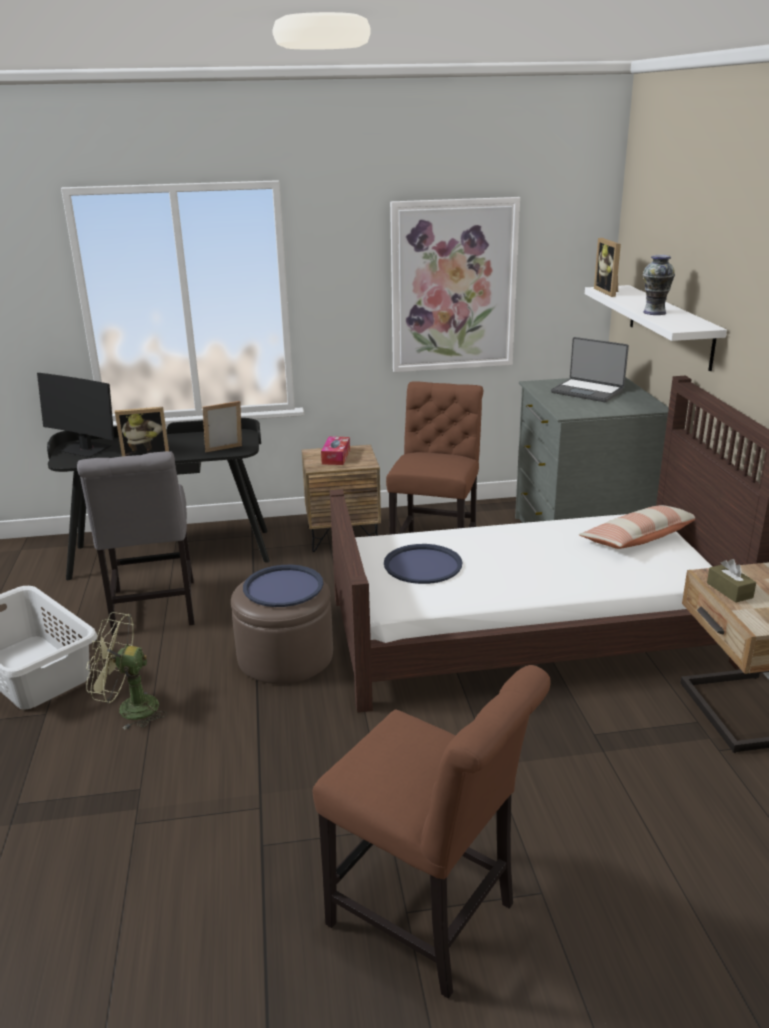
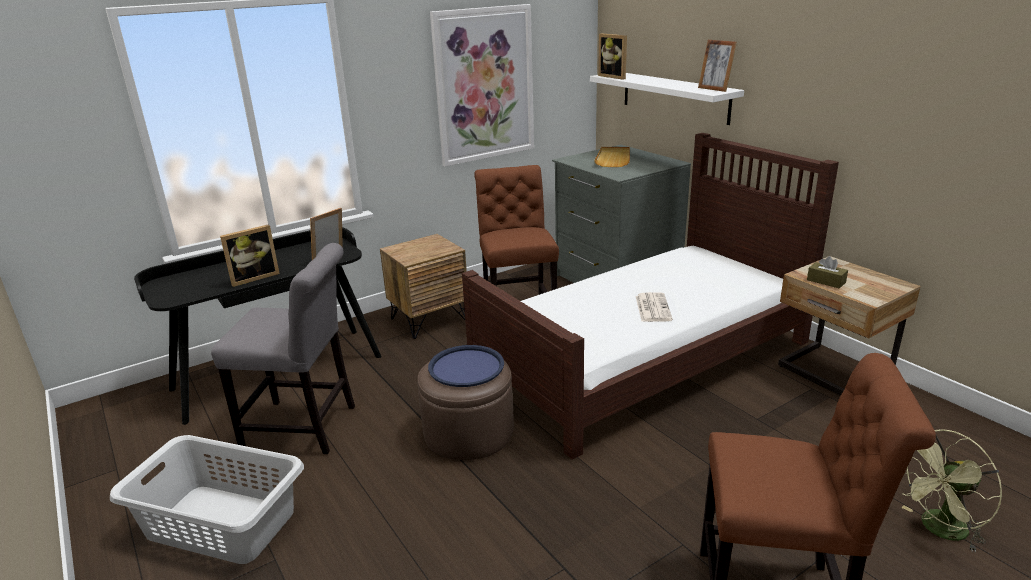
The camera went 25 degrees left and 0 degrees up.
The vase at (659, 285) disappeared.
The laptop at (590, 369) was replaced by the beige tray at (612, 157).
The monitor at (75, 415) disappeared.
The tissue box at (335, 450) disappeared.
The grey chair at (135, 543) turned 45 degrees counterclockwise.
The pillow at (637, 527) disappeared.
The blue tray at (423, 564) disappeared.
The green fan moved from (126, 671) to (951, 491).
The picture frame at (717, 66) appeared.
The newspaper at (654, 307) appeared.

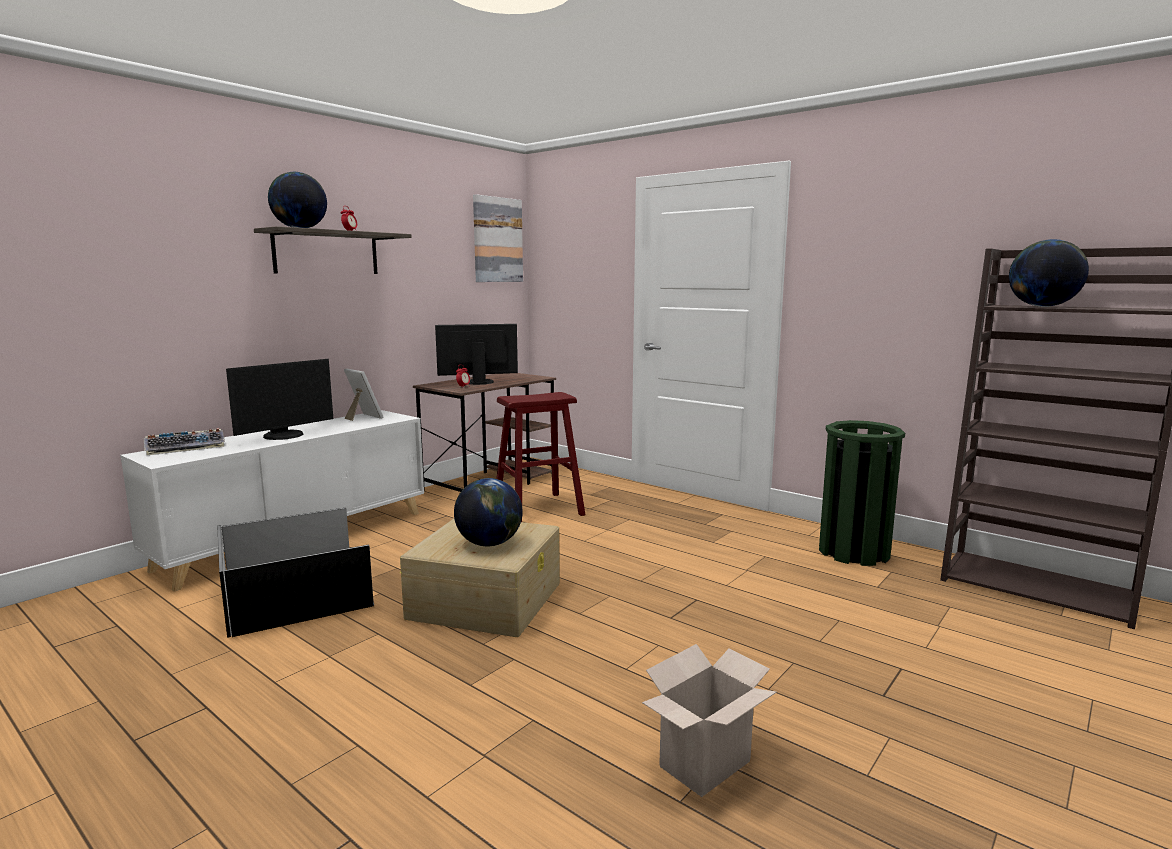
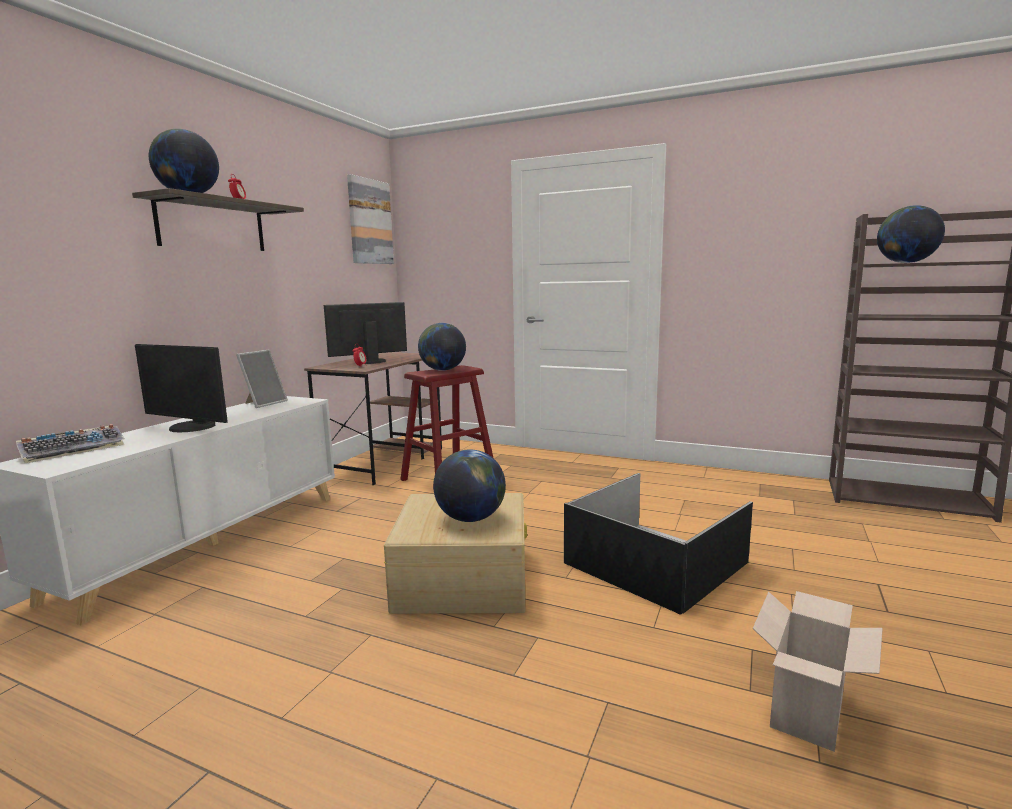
The camera went 15 degrees left and 0 degrees up.
The monitor at (279, 399) turned 90 degrees clockwise.
The picture frame at (363, 394) turned 90 degrees clockwise.
The green trash can at (862, 493) disappeared.
The black storage box moved from (296, 572) to (658, 544).
The globe at (442, 347) appeared.

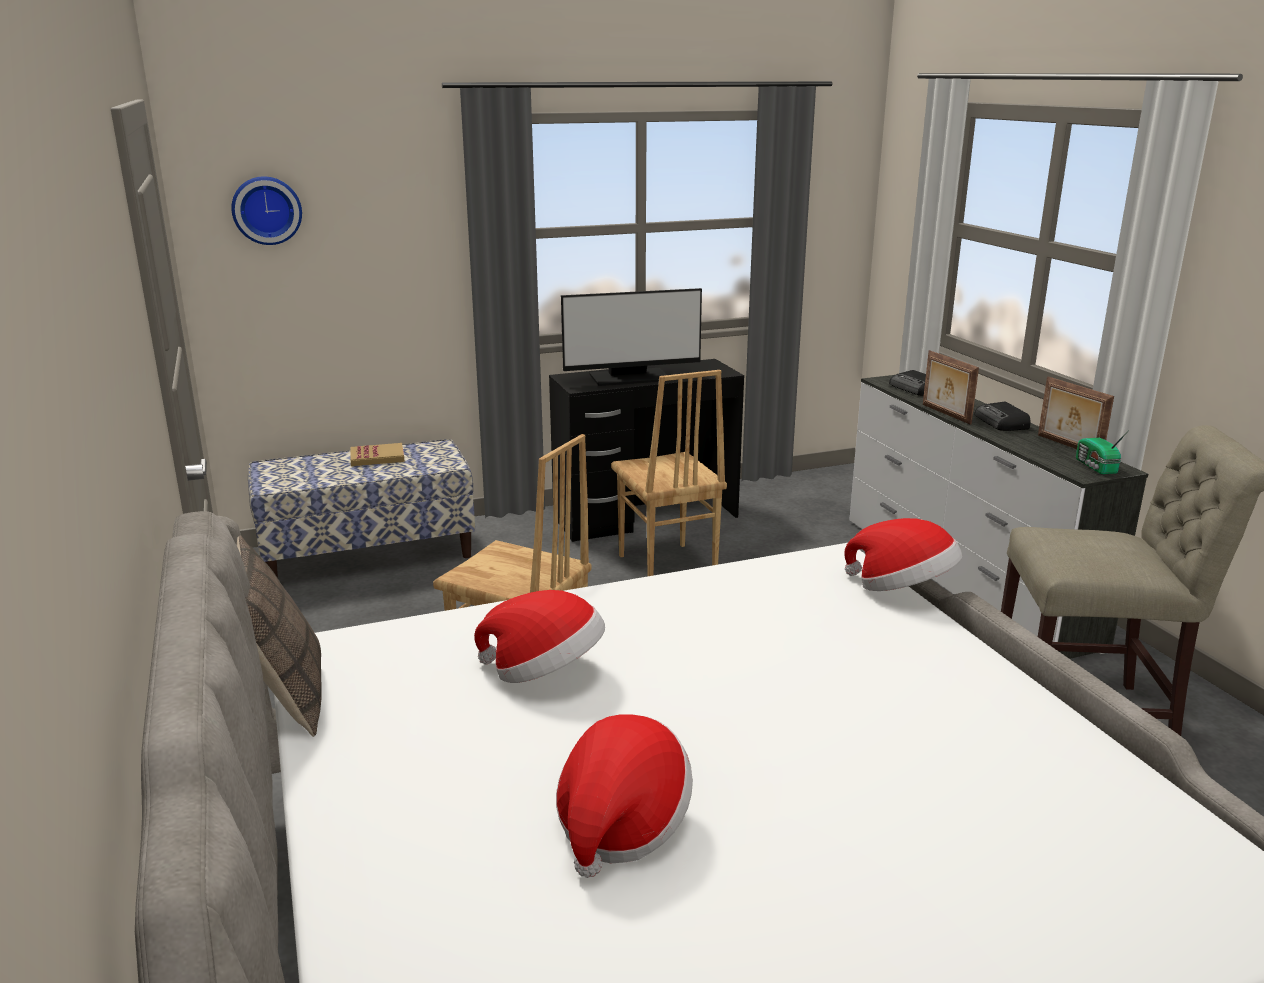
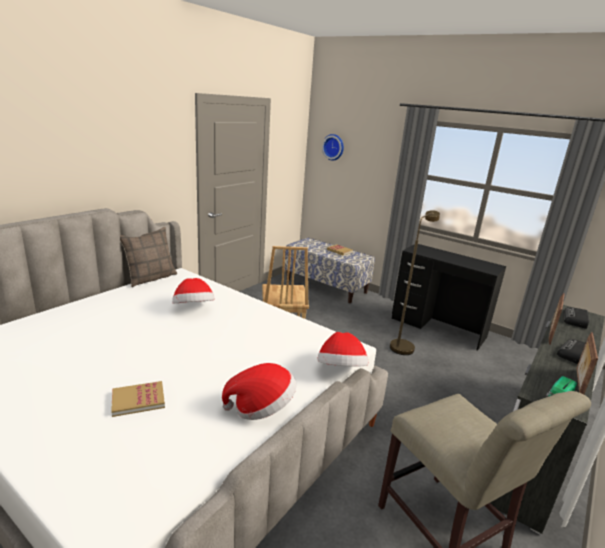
The camera went 55 degrees right and 0 degrees up.
The monitor at (631, 337) disappeared.
The brown chair at (669, 473) was replaced by the brown floor lamp at (415, 282).
The hat moved from (624, 796) to (259, 391).
The book at (138, 399) appeared.

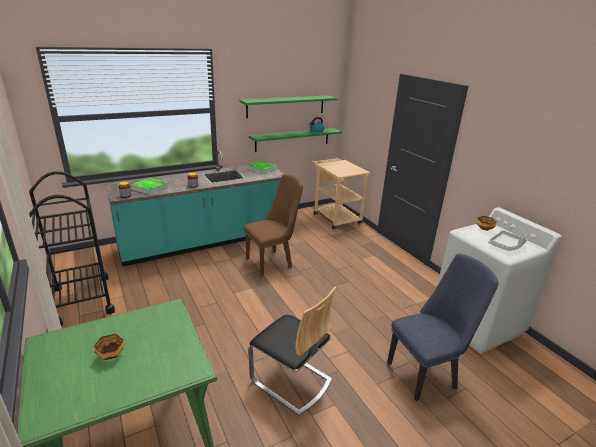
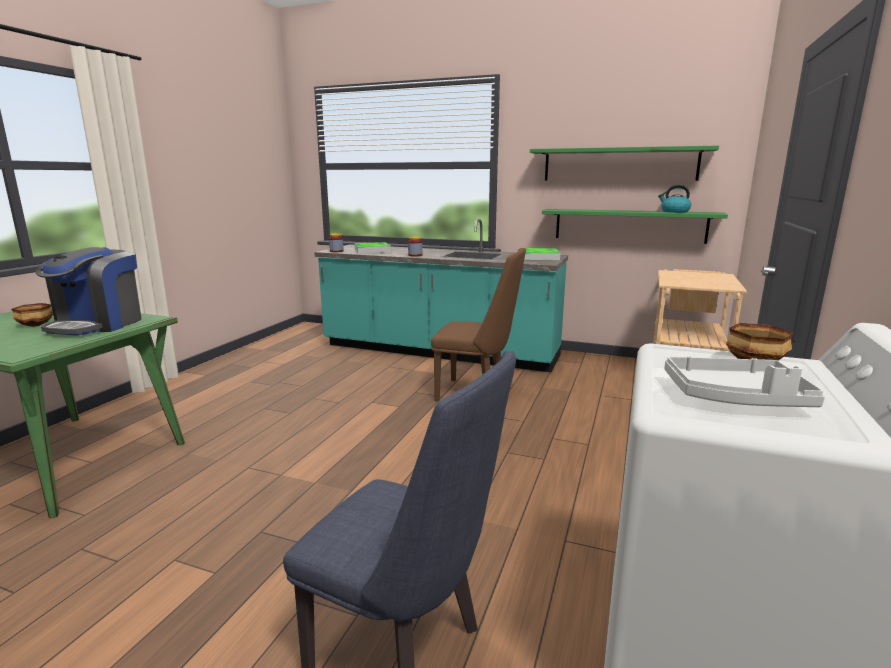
The camera went 50 degrees right and 10 degrees down.
The black cart at (72, 248) disappeared.
The chair at (292, 351) disappeared.
The coffee machine at (88, 291) appeared.

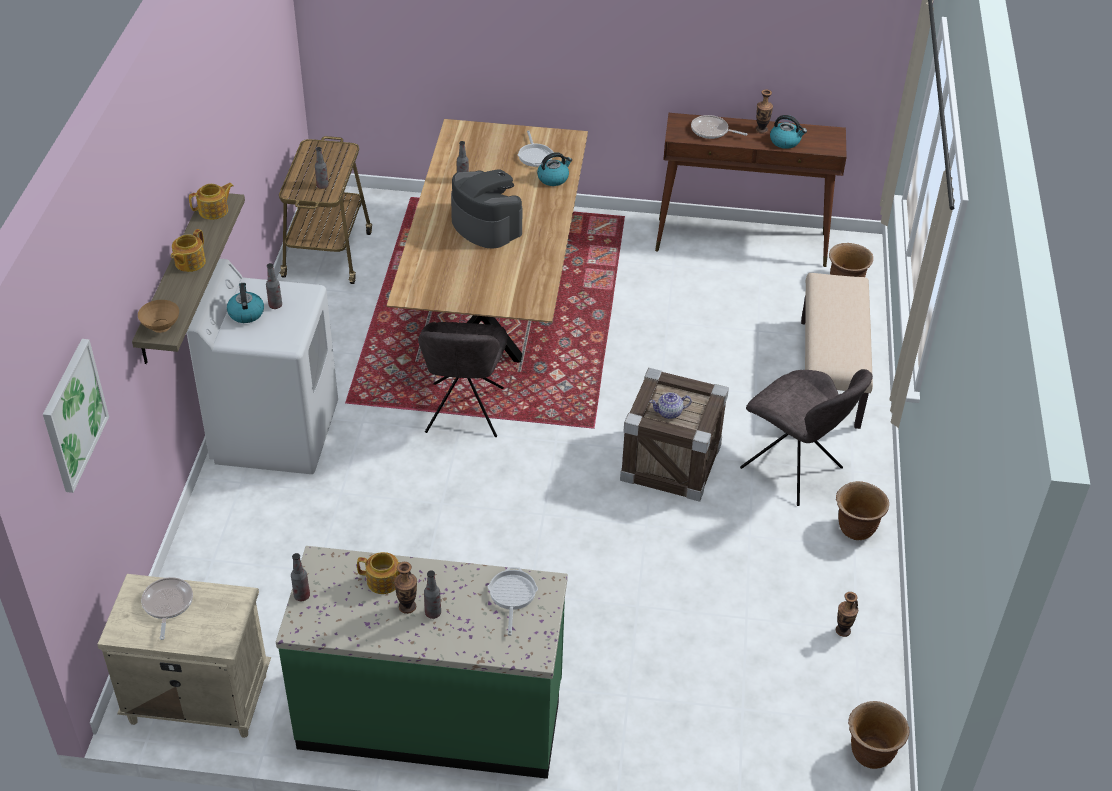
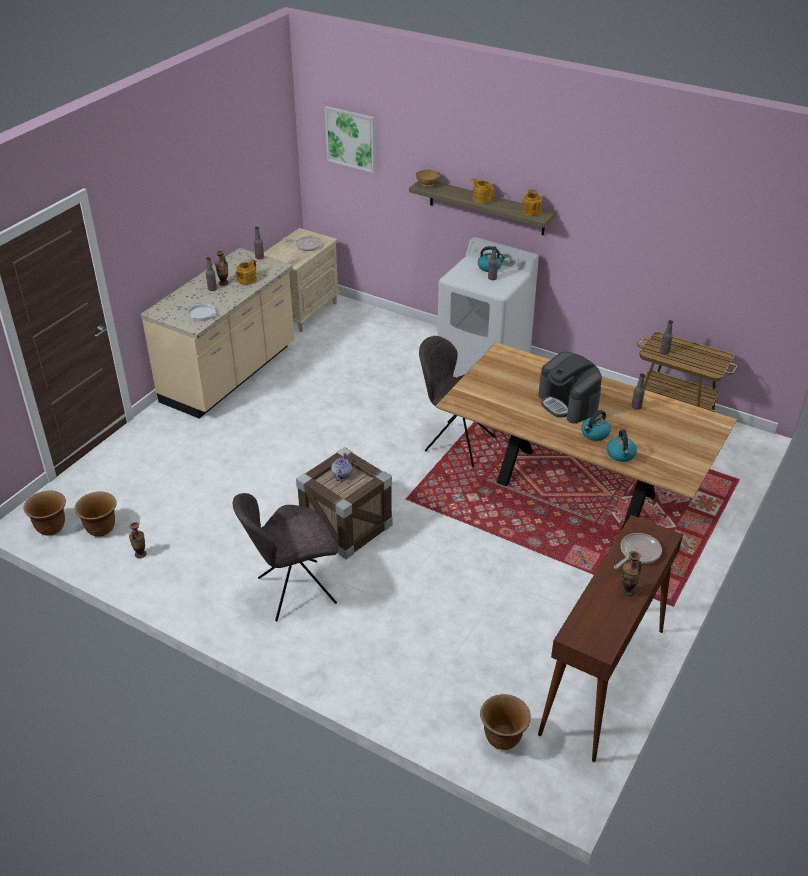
The camera went 115 degrees right and 5 degrees down.
The kettle moved from (788, 132) to (596, 425).
The frying pan at (535, 148) disappeared.
The coffee machine at (486, 208) turned 75 degrees clockwise.
The beige bench at (837, 351) disappeared.
The brown planter moved from (862, 510) to (96, 514).
The green counter at (422, 662) became the beige counter at (218, 333).

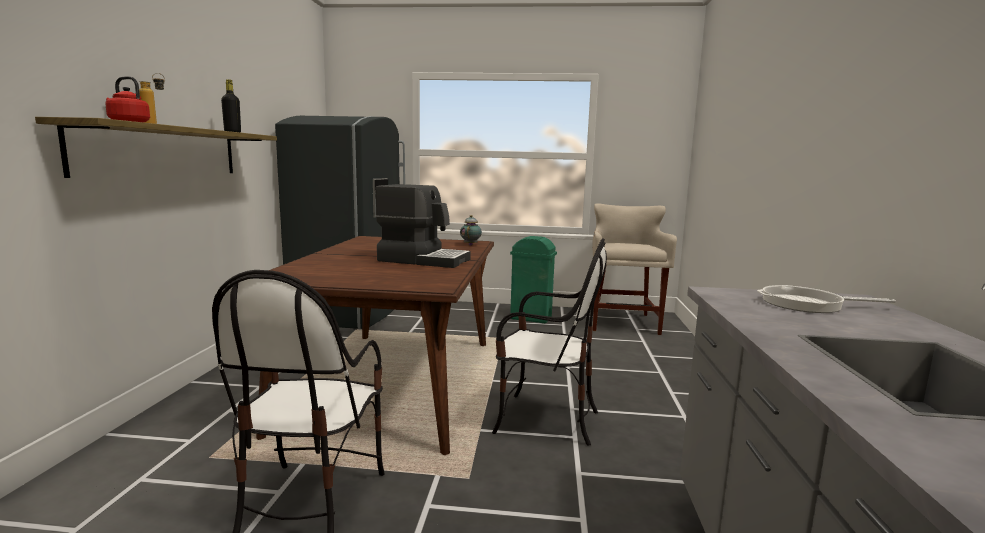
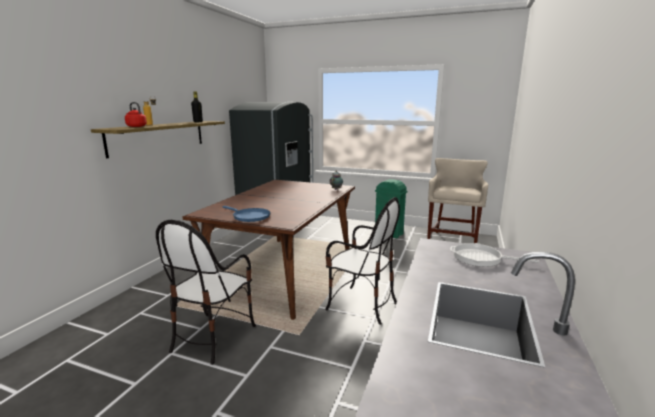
The camera went 15 degrees right and 5 degrees up.
The coffee machine at (423, 226) disappeared.
The blue frying pan at (246, 214) appeared.

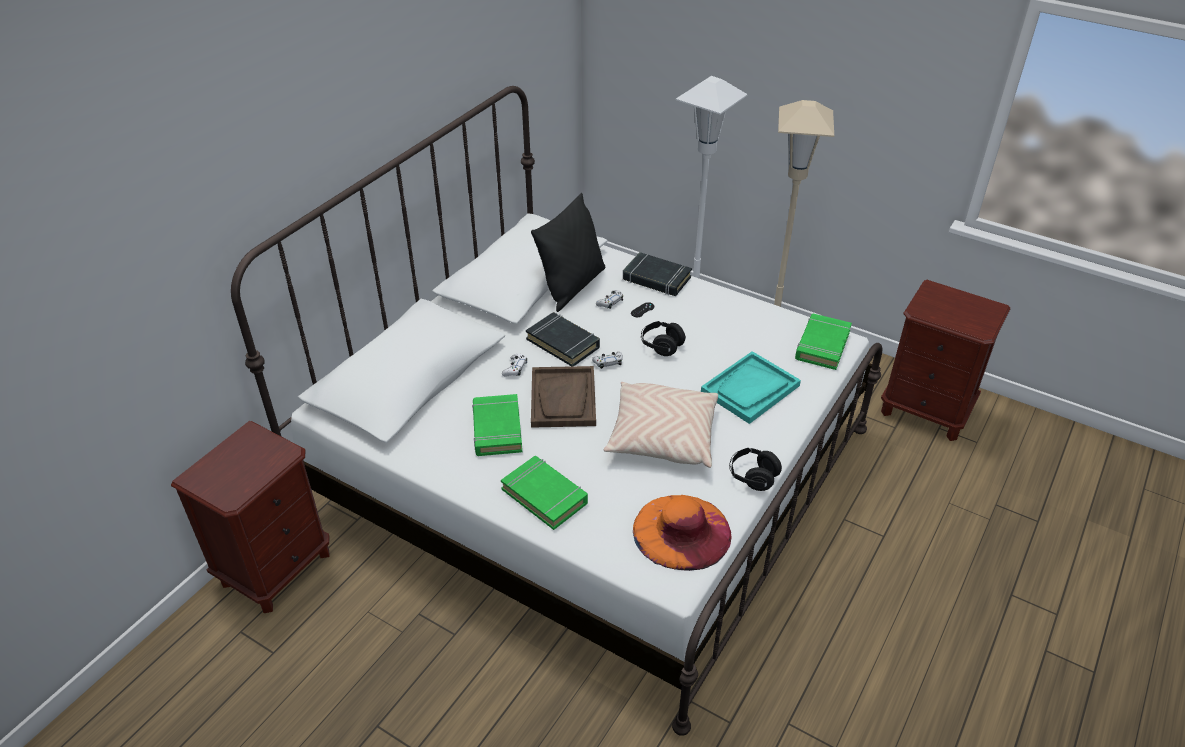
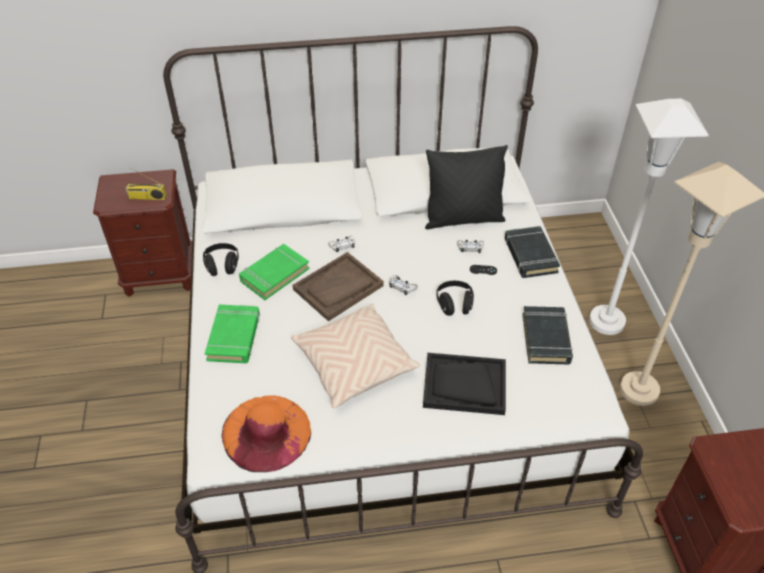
The camera went 50 degrees right and 5 degrees up.
The black book moved from (563, 339) to (548, 335).
The green book at (823, 342) disappeared.
The turquoise tray at (751, 387) became the black tray at (464, 384).
The black headphones moved from (755, 469) to (221, 259).
The radio at (145, 183) appeared.

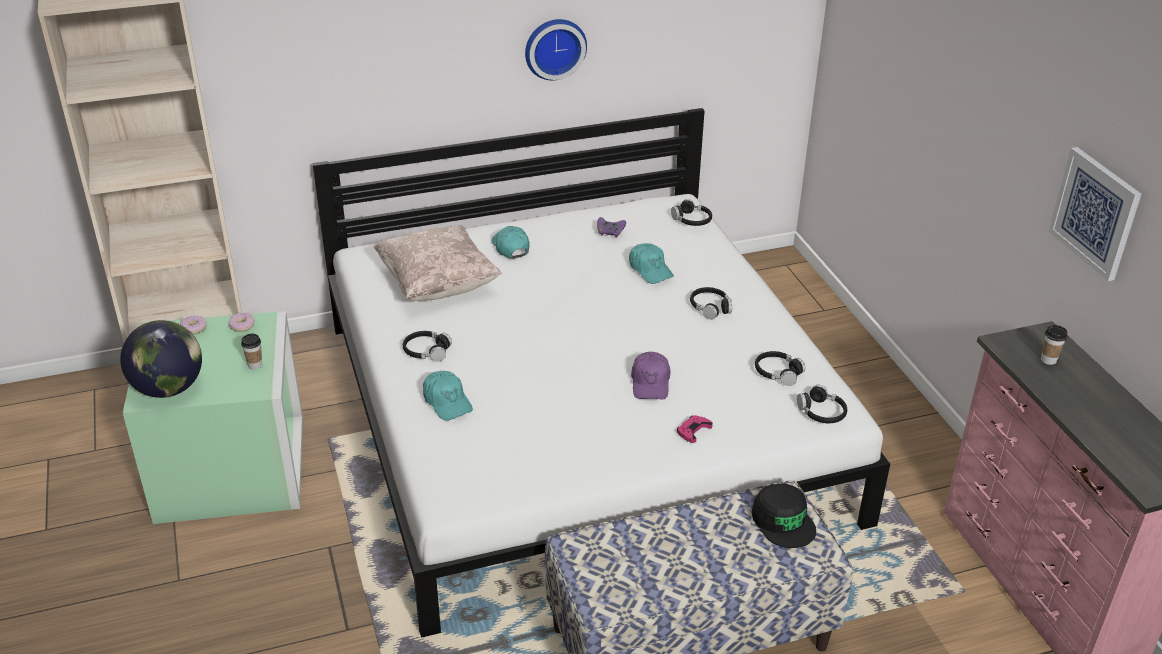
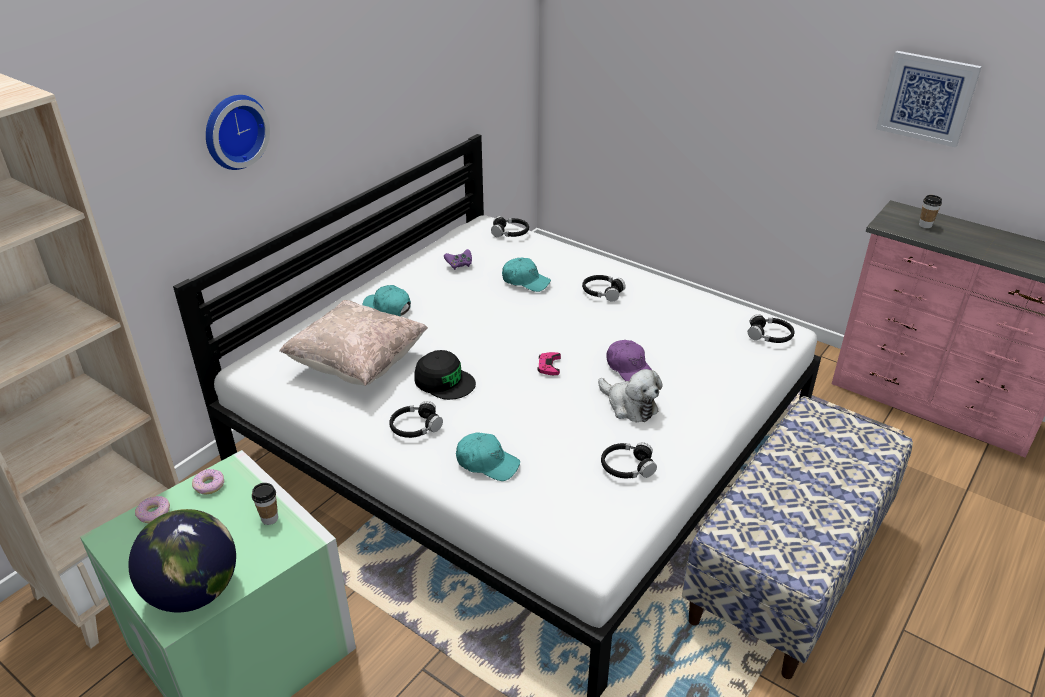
The camera went 35 degrees left and 0 degrees up.
The wall clock moved from (556, 49) to (238, 132).
The black headphones moved from (780, 368) to (629, 460).
The pink game controller moved from (695, 429) to (549, 363).
The black cap moved from (784, 516) to (445, 375).
The plush toy at (630, 395) appeared.

